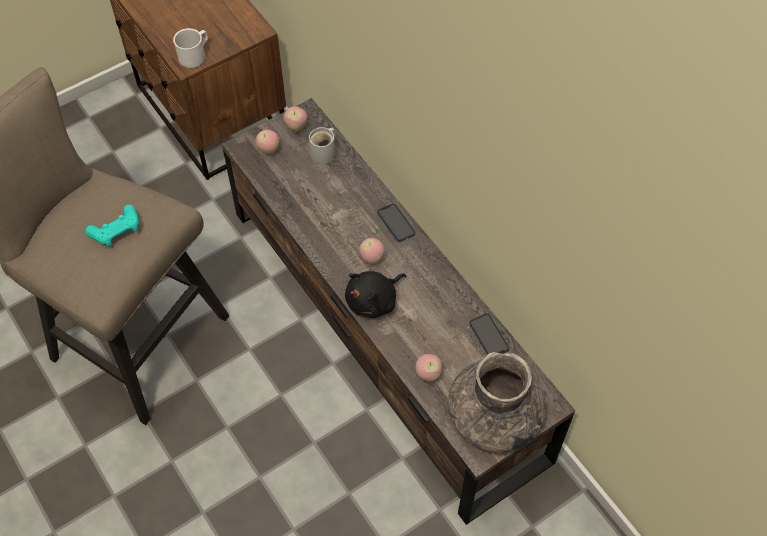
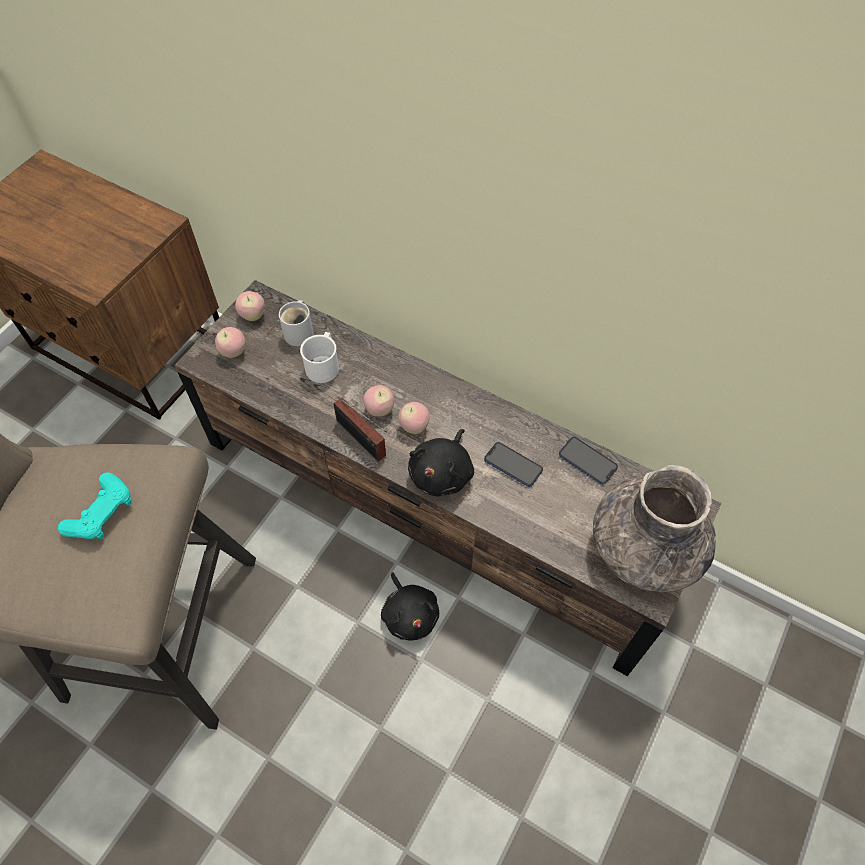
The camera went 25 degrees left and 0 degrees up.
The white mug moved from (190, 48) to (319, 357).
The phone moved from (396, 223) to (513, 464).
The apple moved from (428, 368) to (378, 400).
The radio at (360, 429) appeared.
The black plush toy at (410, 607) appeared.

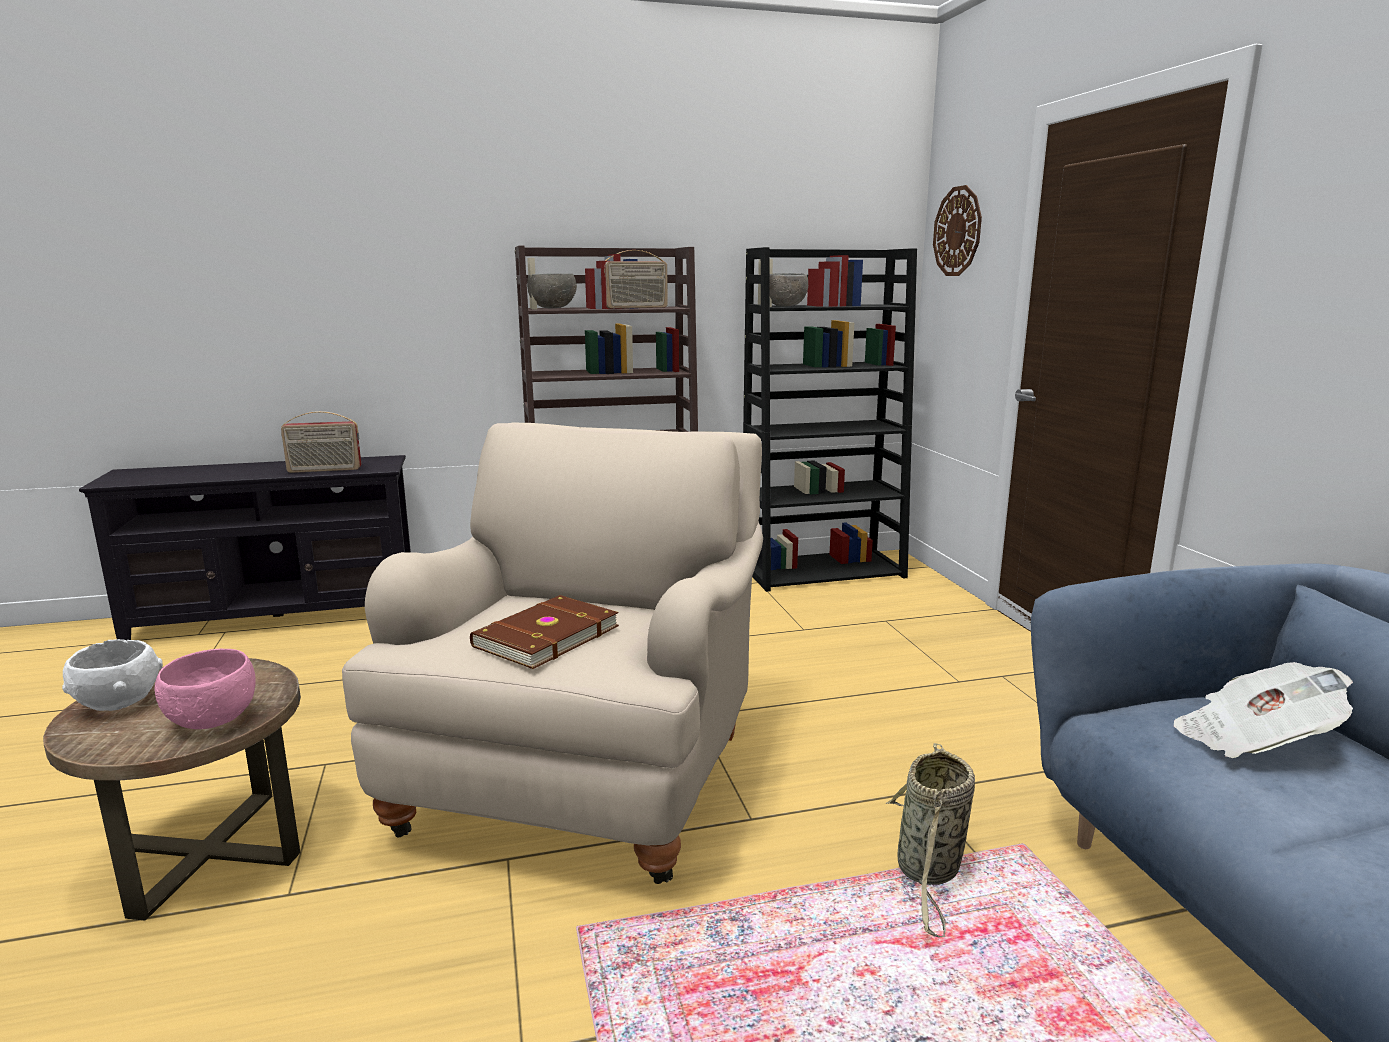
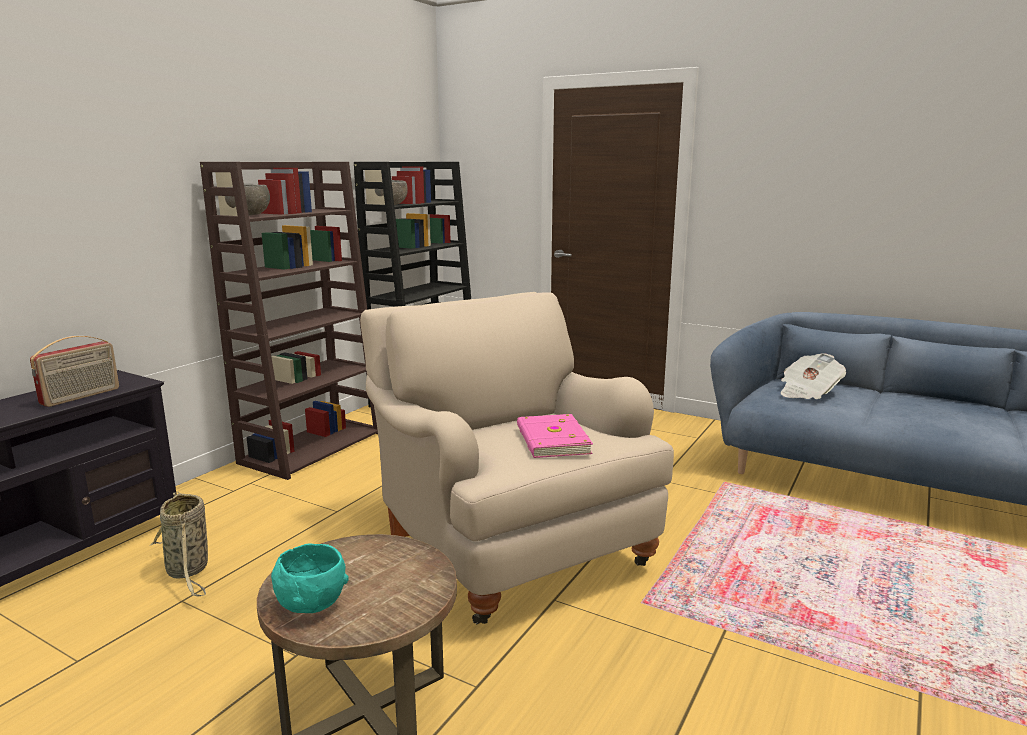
The camera went 45 degrees left and 0 degrees up.
The wall clock at (957, 230) disappeared.
The radio at (636, 279) disappeared.
The brown book at (544, 632) became the pink book at (555, 436).
The white bowl at (112, 675) became the turquoise bowl at (309, 578).
The pink bowl at (205, 689) disappeared.
The basket moved from (930, 840) to (179, 544).

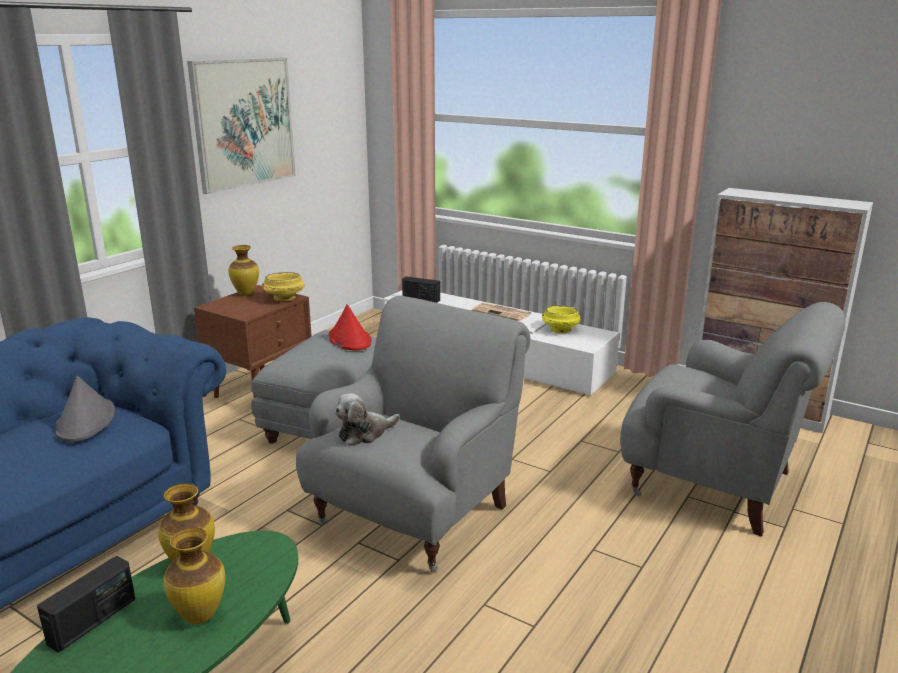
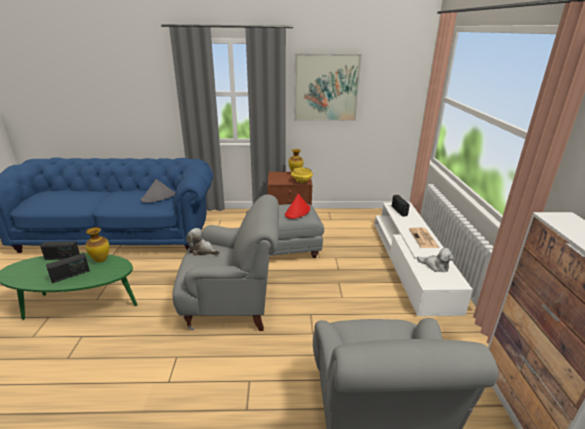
The camera went 55 degrees right and 5 degrees up.
The yellow bowl at (561, 319) was replaced by the plush toy at (435, 260).
The vase at (194, 576) was replaced by the radio at (68, 268).

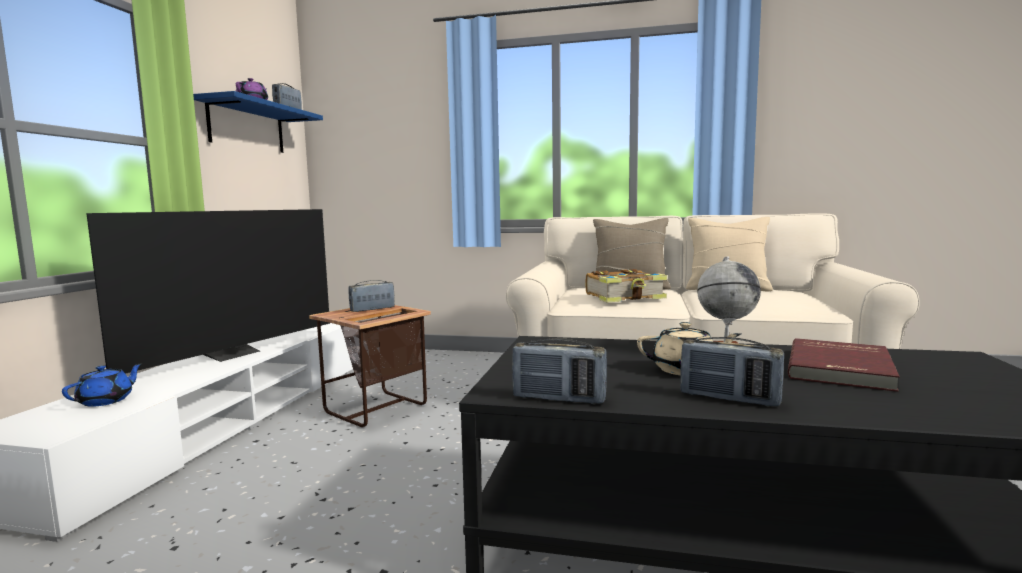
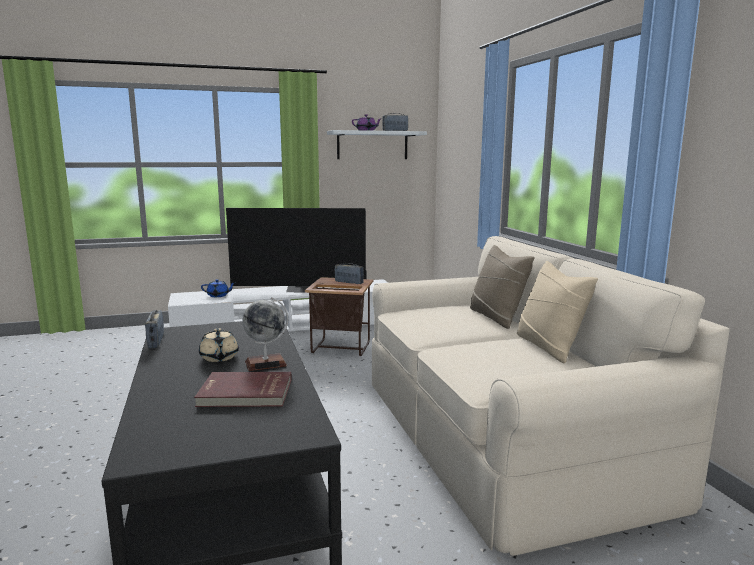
The camera went 60 degrees right and 5 degrees up.
The blue shelf at (258, 122) became the white shelf at (377, 144).
The book at (626, 285) disappeared.
The radio at (732, 372) disappeared.

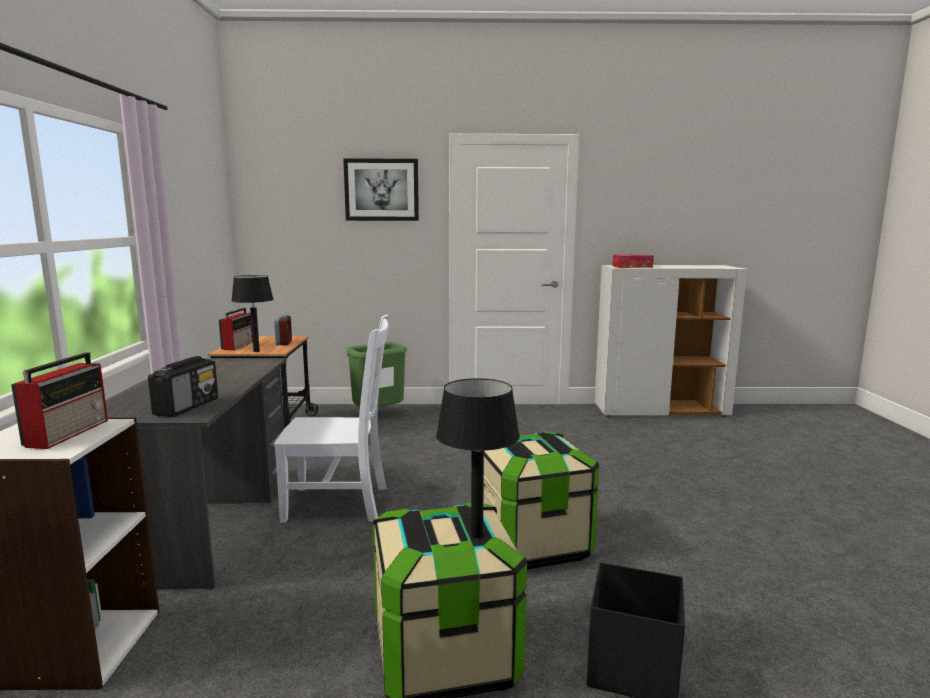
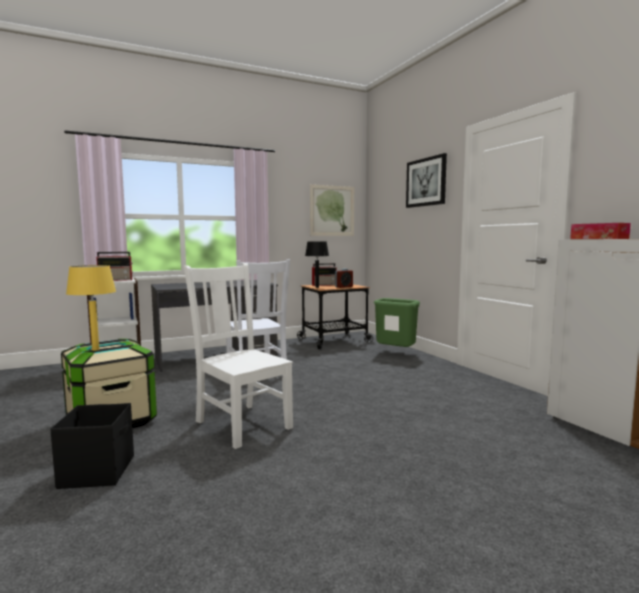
The camera went 65 degrees right and 5 degrees down.
The radio at (183, 386) disappeared.
The black table lamp at (478, 458) became the yellow table lamp at (91, 308).
The storage box at (541, 500) was replaced by the white chair at (238, 356).
The picture at (332, 210) appeared.

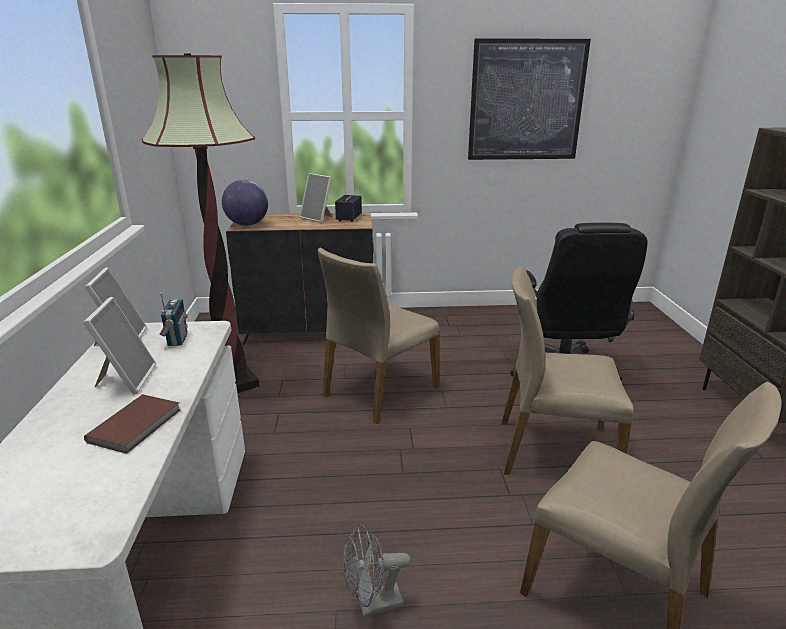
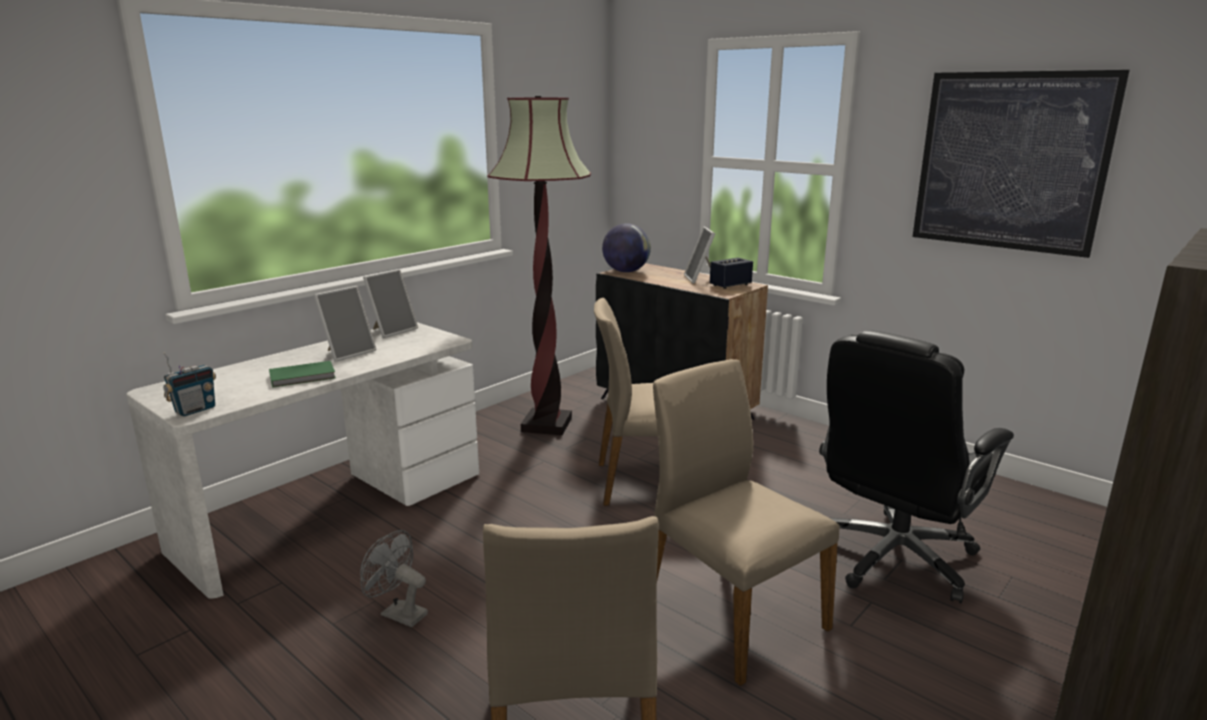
The camera went 45 degrees right and 5 degrees down.
The radio moved from (173, 319) to (189, 384).
The brown book at (132, 424) became the green book at (302, 374).

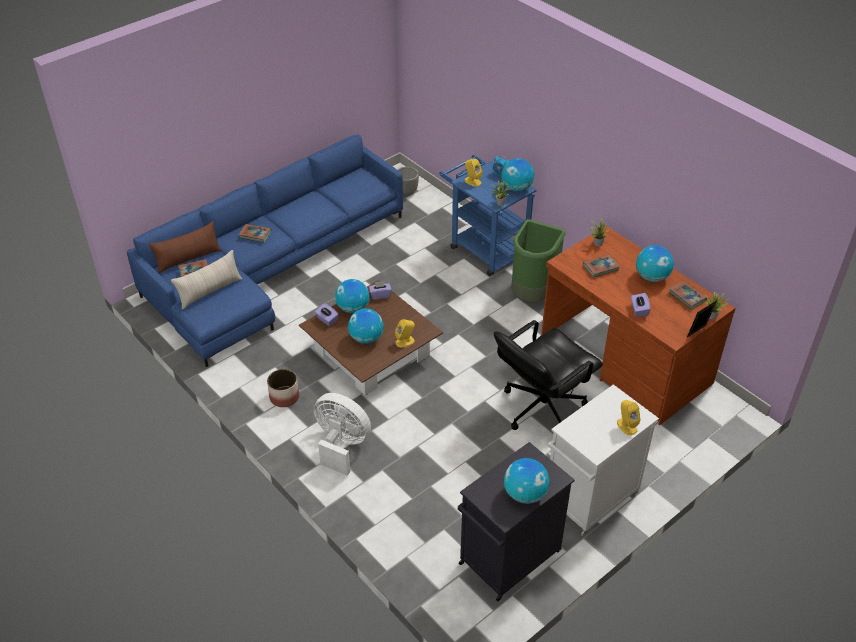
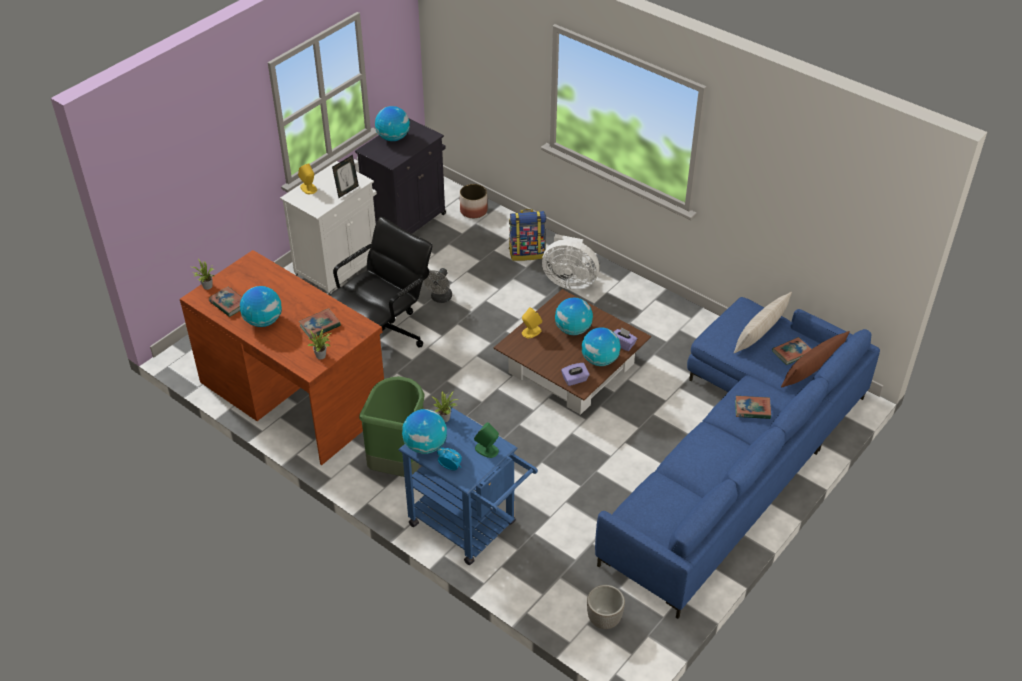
The camera went 170 degrees right and 0 degrees up.
The yellow speaker at (473, 173) became the green speaker at (486, 440).
The purple tissue box at (641, 305) disappeared.
The picture frame moved from (702, 318) to (345, 176).
The planter moved from (283, 388) to (474, 201).
The backpack at (527, 235) appeared.
The grey fan at (437, 285) appeared.

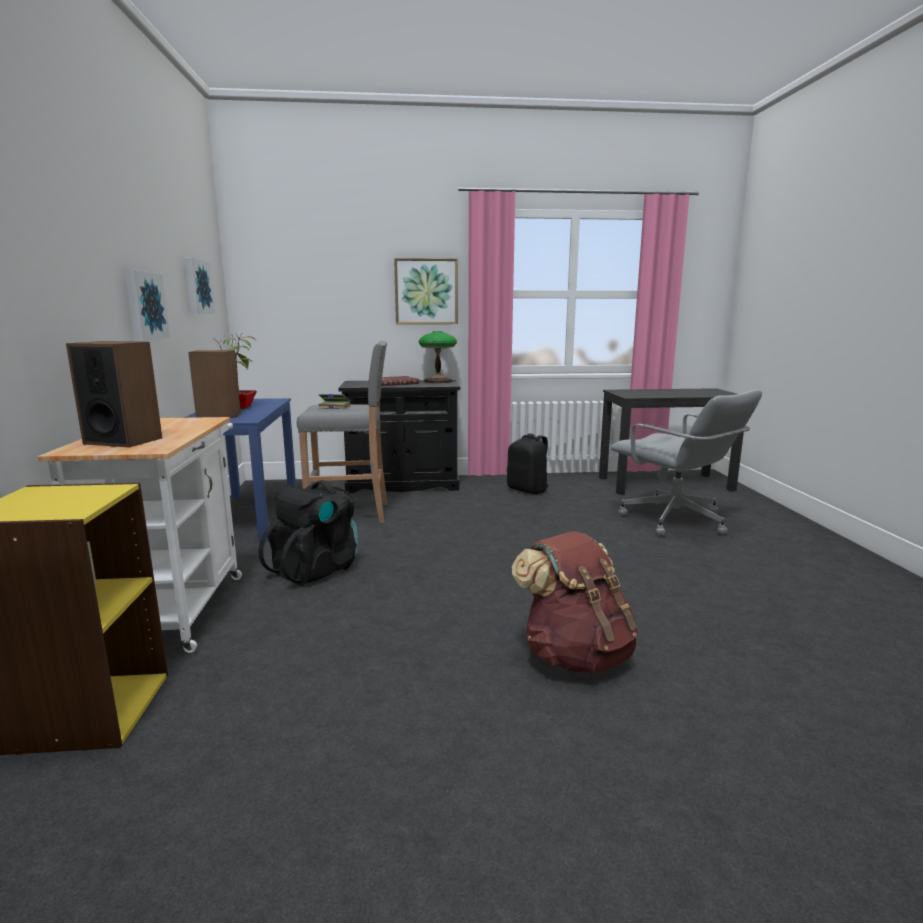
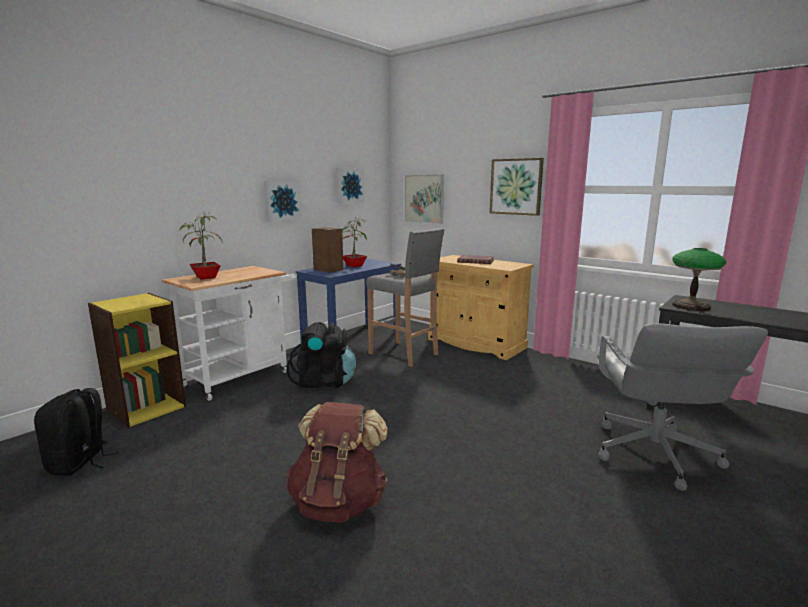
The camera went 45 degrees right and 0 degrees up.
The table lamp moved from (438, 357) to (699, 279).
The speaker at (114, 394) was replaced by the potted plant at (201, 246).
The black cabinet at (399, 436) became the beige cabinet at (481, 307).
The black backpack moved from (528, 463) to (76, 432).
The picture at (424, 199) appeared.

